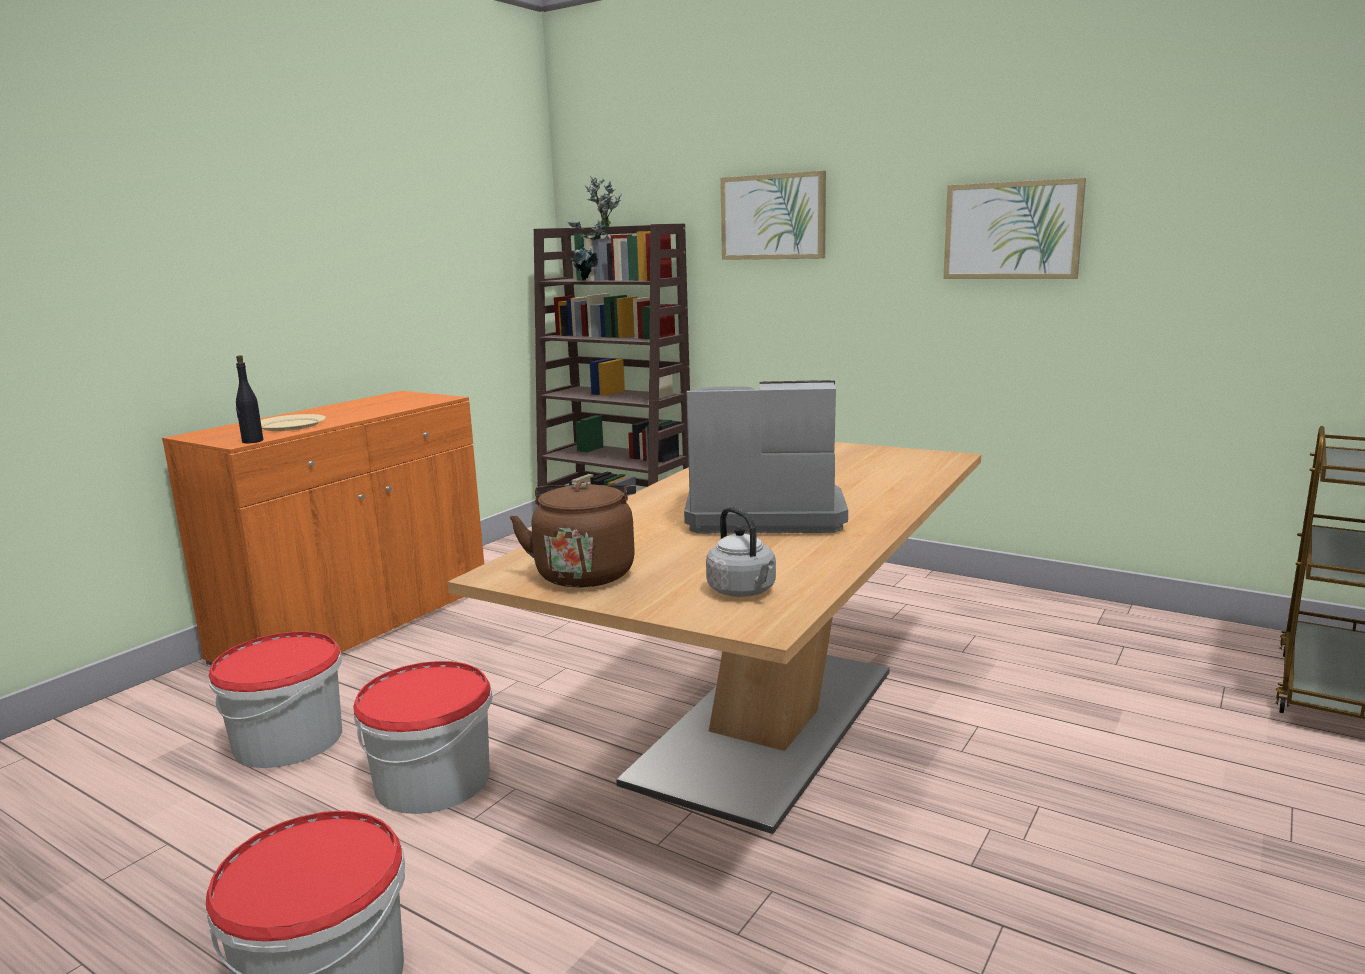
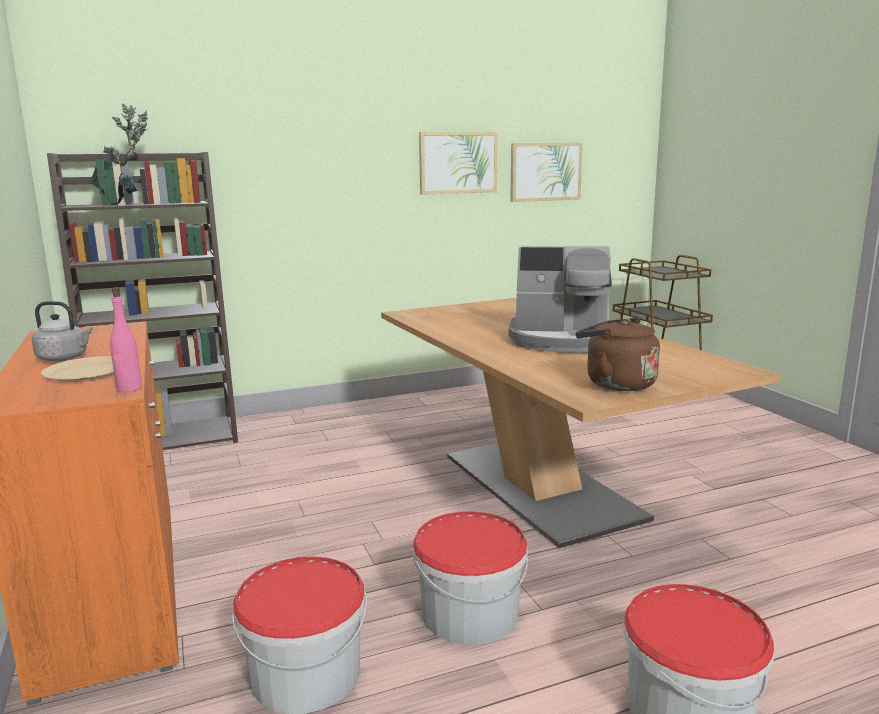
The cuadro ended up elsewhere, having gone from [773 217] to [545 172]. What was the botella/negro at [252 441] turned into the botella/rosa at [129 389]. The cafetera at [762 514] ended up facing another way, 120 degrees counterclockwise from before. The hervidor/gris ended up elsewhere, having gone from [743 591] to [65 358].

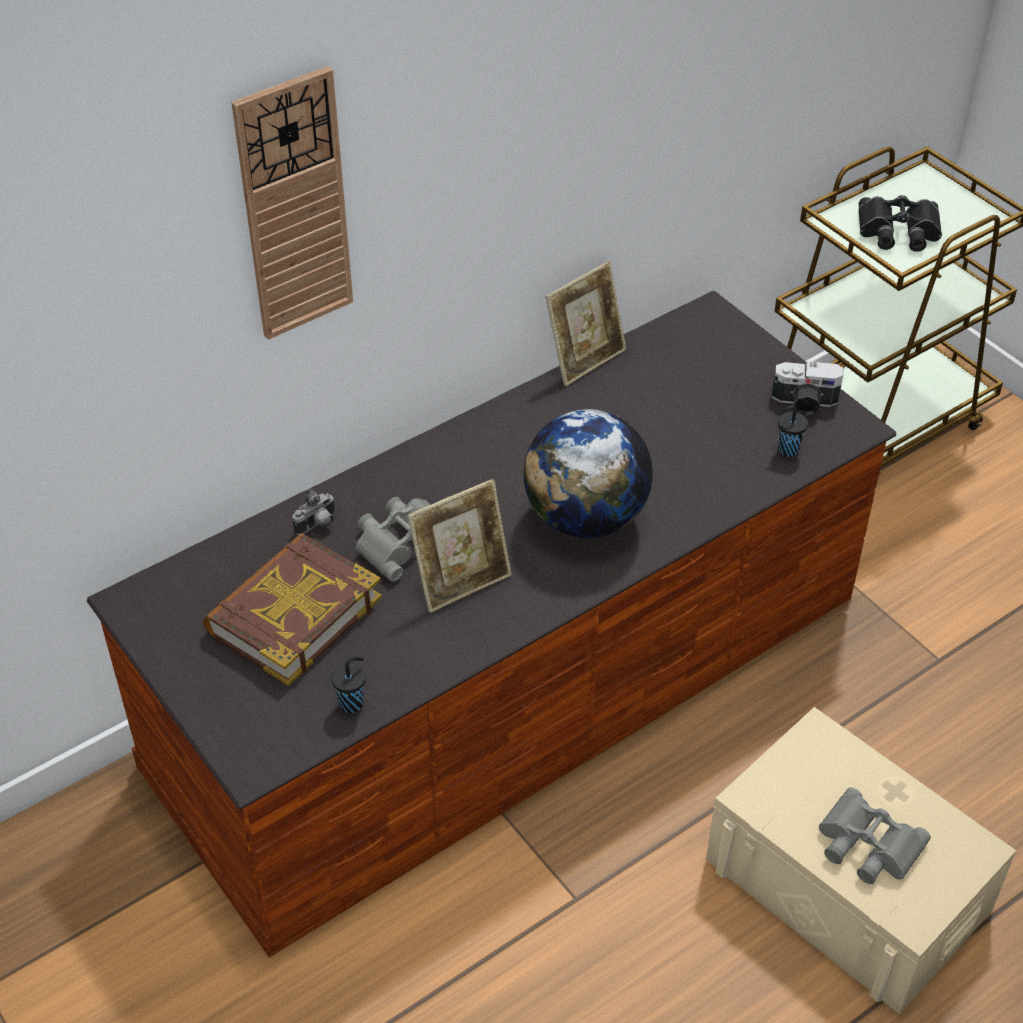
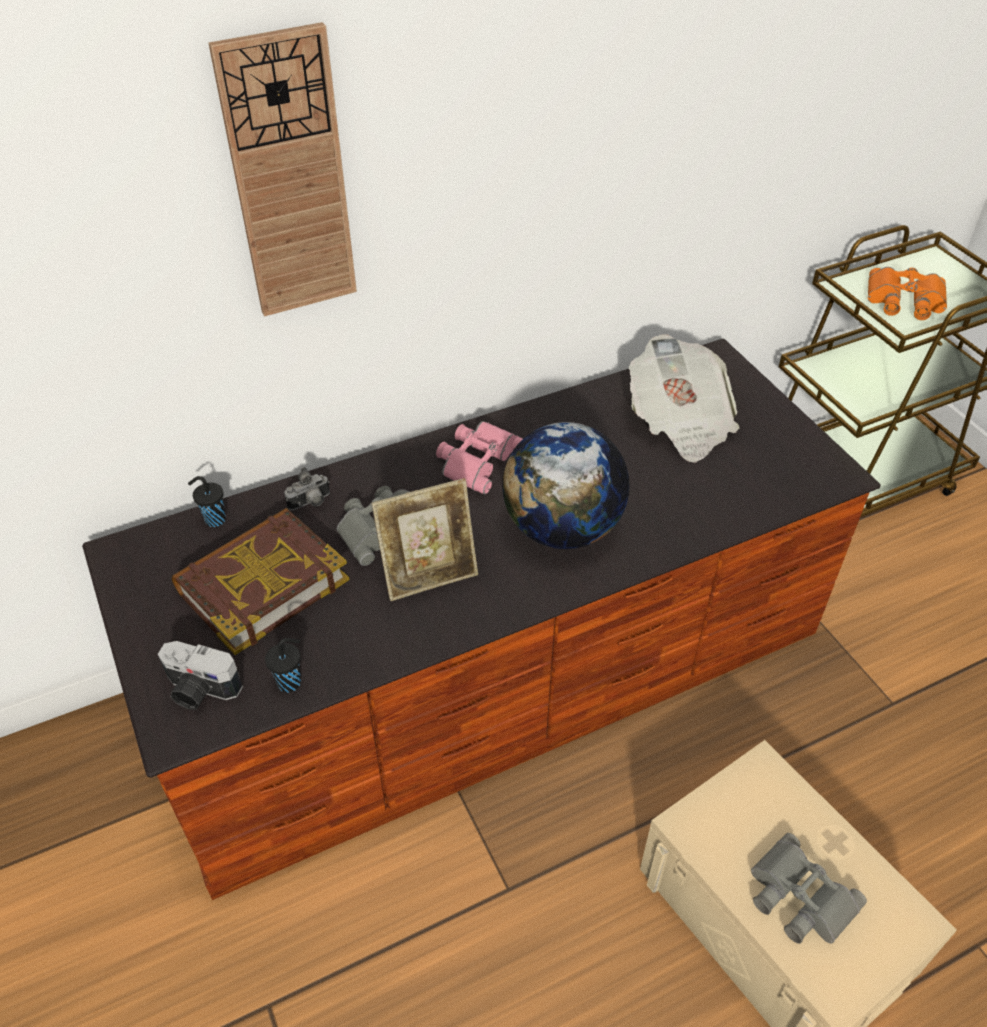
What was the prismáticos/negro at [898 231] turned into the prismáticos/naranja at [904 301]. The second view lost the portarretratos at [585 360]. The cámara ended up elsewhere, having gone from [804 403] to [199 690]. The taza/negro ended up elsewhere, having gone from [786 450] to [214 520]. The second view gained the periódico at [680 422]. The second view gained the prismáticos/rosa at [478 459].

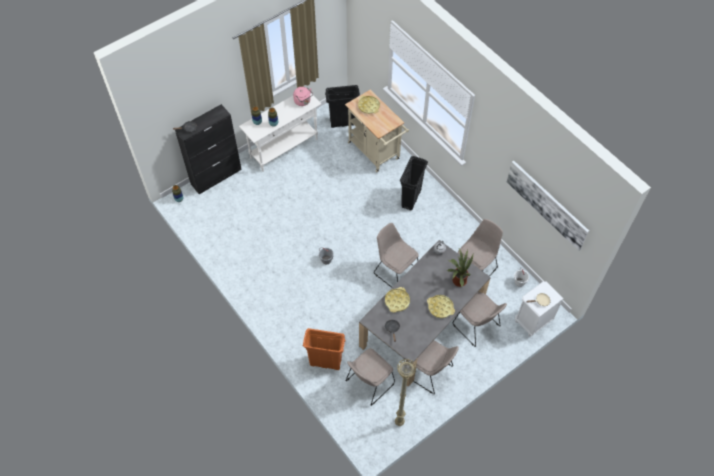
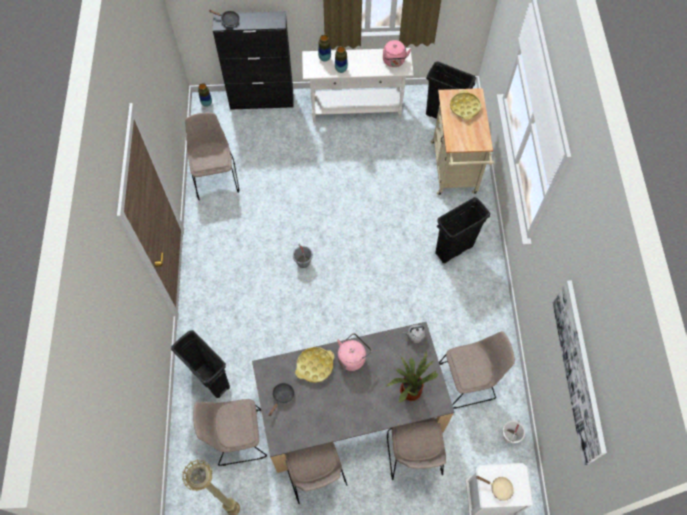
The silla/beis ended up elsewhere, having gone from [395 271] to [215 178]. The second view lost the bandeja/amarillo at [440 307]. What was the papelera/naranja at [325 362] turned into the papelera/negro at [210 379]. The second view gained the hervidor/rosa at [352 357].

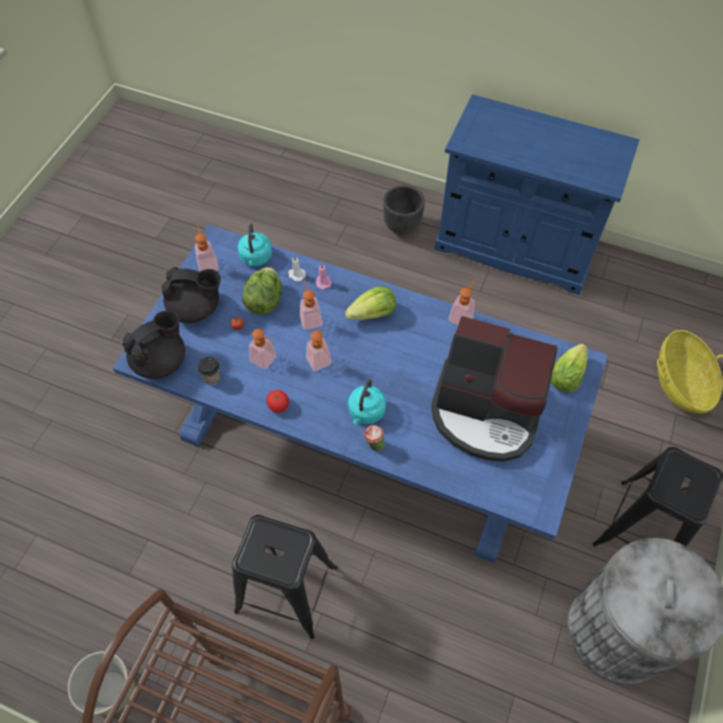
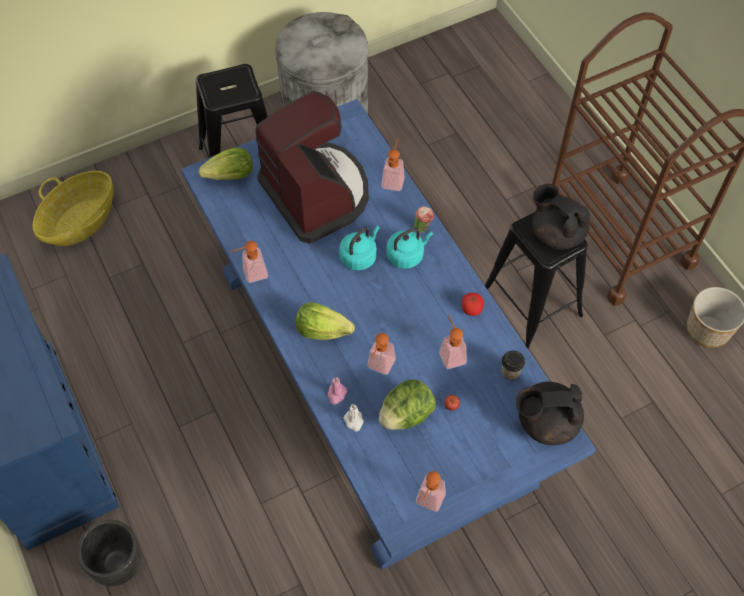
The hervidor/turquesa ended up elsewhere, having gone from [256 258] to [359 256]. The tetera/negro ended up elsewhere, having gone from [196 308] to [556 233]. The dispensador de jabón ended up elsewhere, having gone from [321 364] to [393 179].

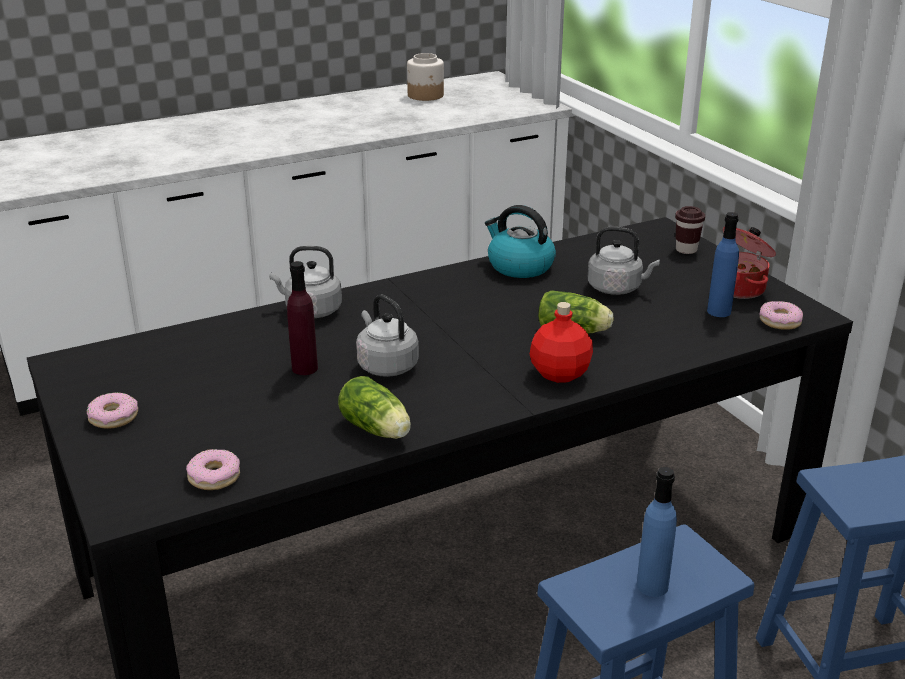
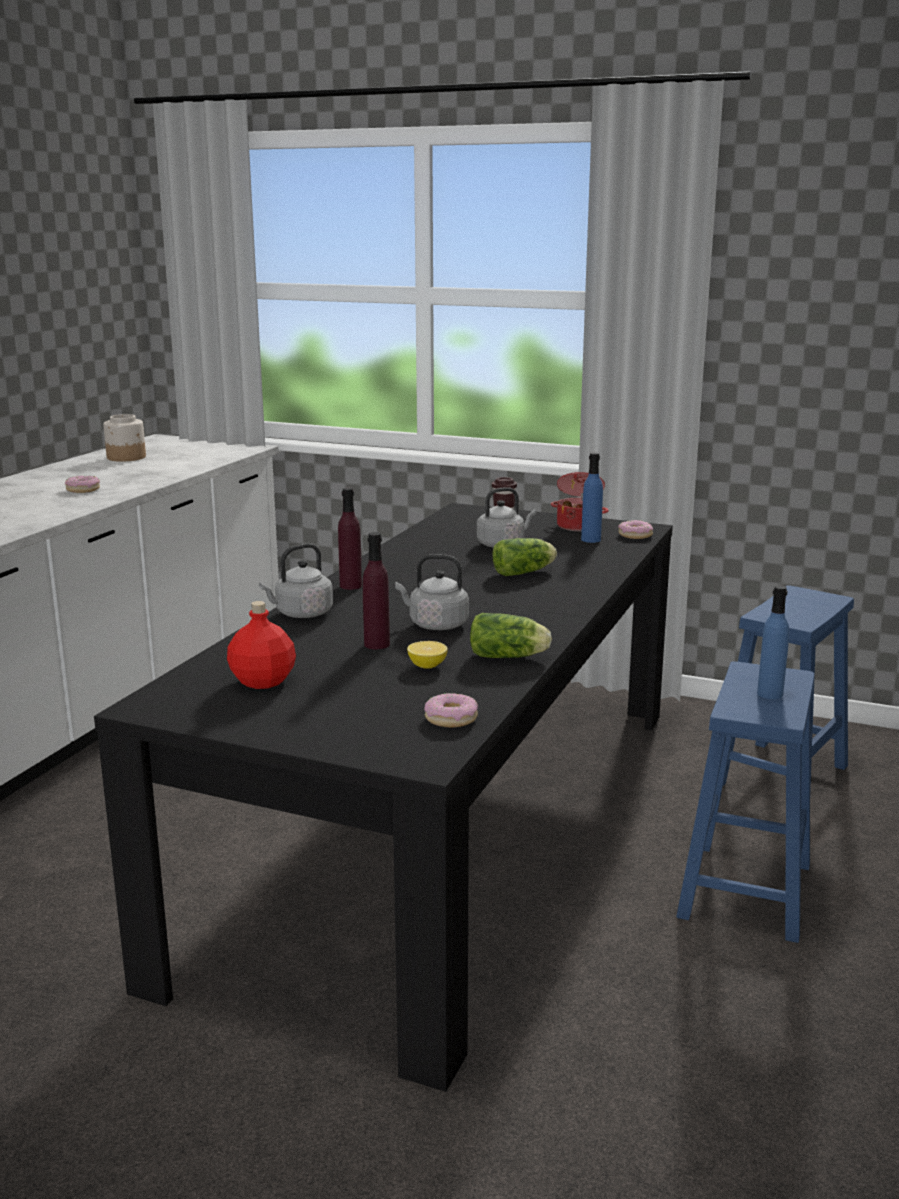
The second view lost the hervidor at [519 266]. The botella/rojo ended up elsewhere, having gone from [559 373] to [262 681]. The rosquilla ended up elsewhere, having gone from [114 417] to [83 489]. The second view gained the botella/morado at [350 586]. The second view gained the limón at [427 666].

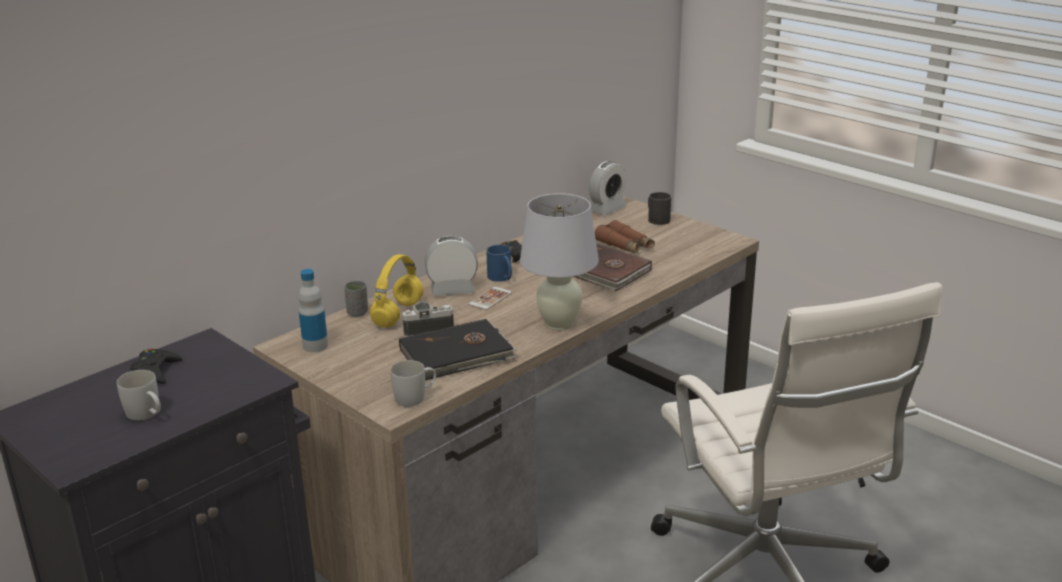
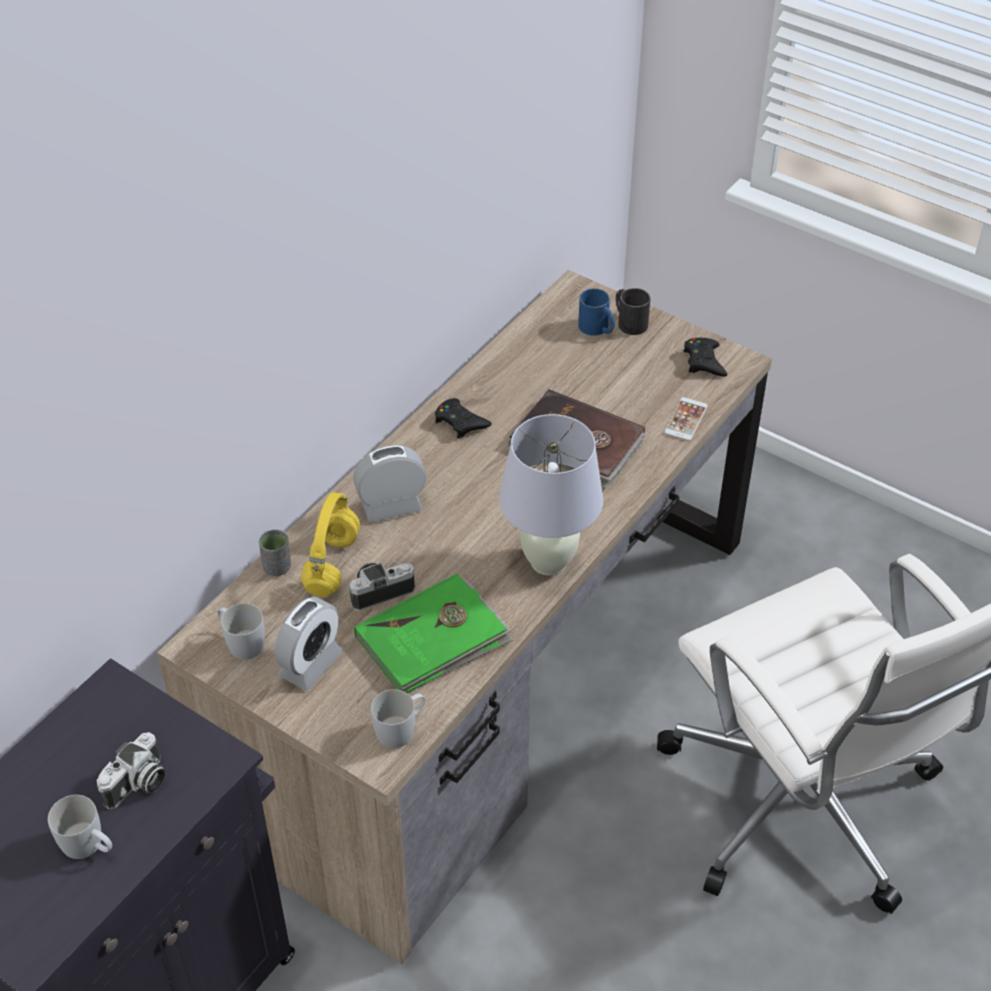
The despertador ended up elsewhere, having gone from [607 209] to [310 664]. The second view lost the prismáticos/marrón at [625 246]. The taza grande/azul ended up elsewhere, having gone from [502 278] to [597 329]. Where the botella stood at [315 346], the taza grande/blanco came to stand at [241 642]. The móvil ended up elsewhere, having gone from [490 299] to [685 420]. What was the libro/negro at [458 354] turned into the libro/verde at [433 639]. The mando de consola/negro ended up elsewhere, having gone from [155 371] to [704 361]. The second view gained the cámara at [138 785].

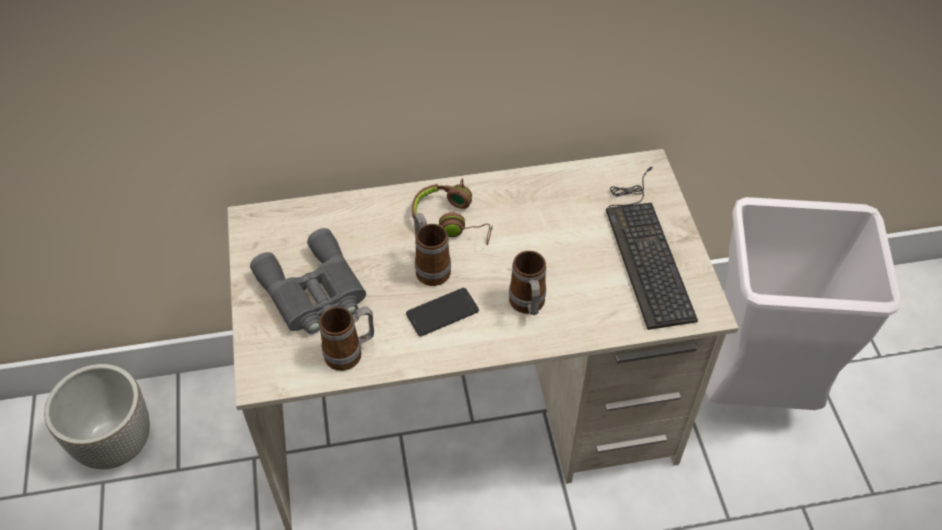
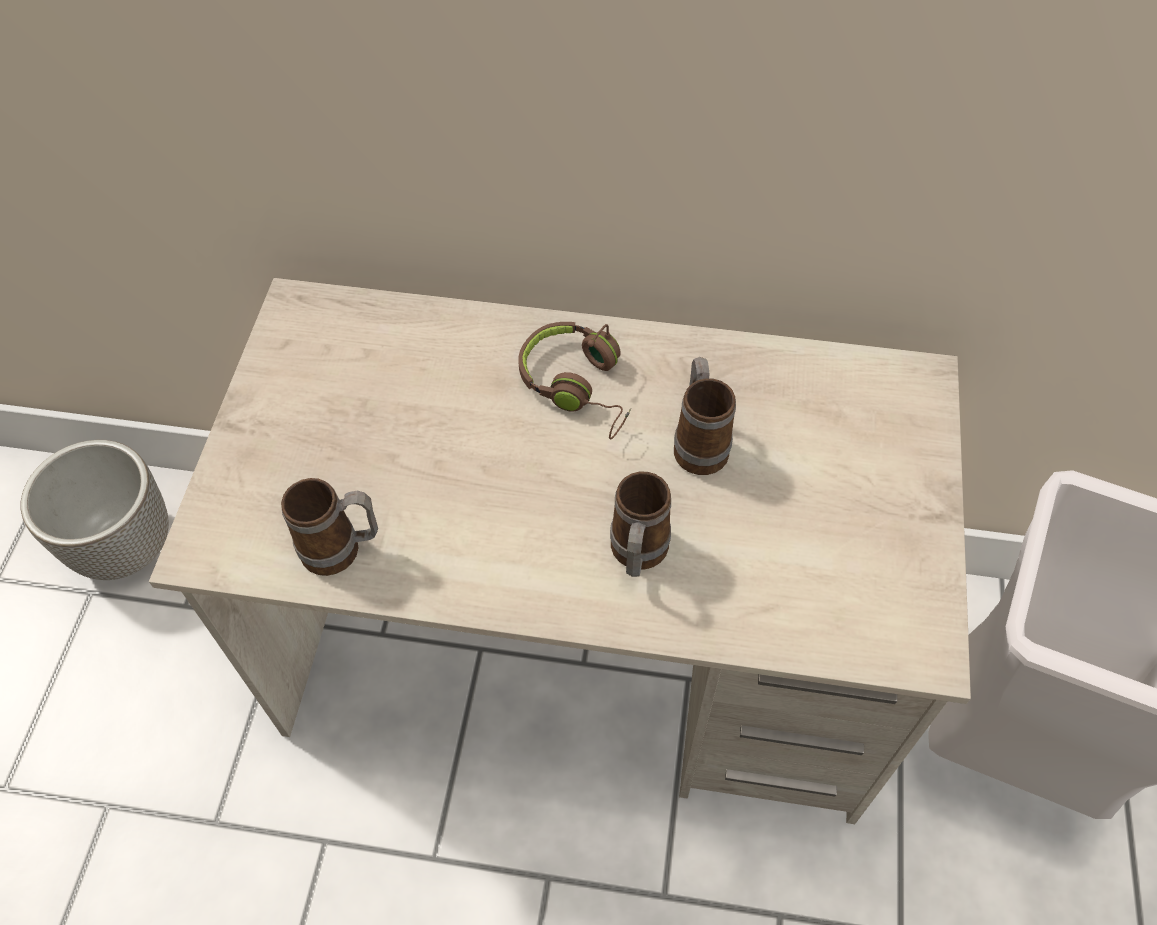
The second view lost the teclado at [646 248]. The taza grande ended up elsewhere, having gone from [430 267] to [699 442]. The second view lost the prismáticos/gris at [313 293]. The second view lost the móvil at [442 312].

